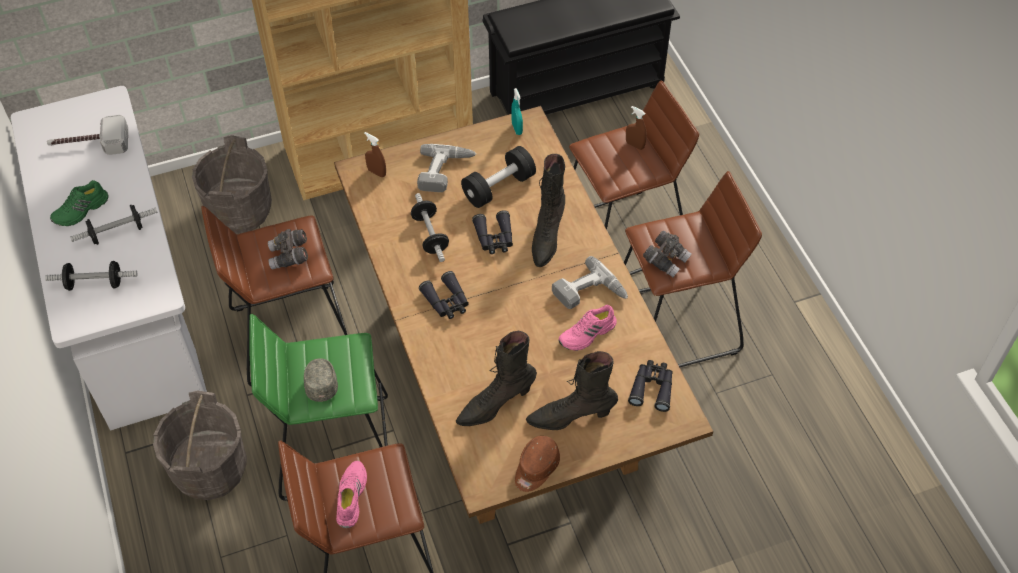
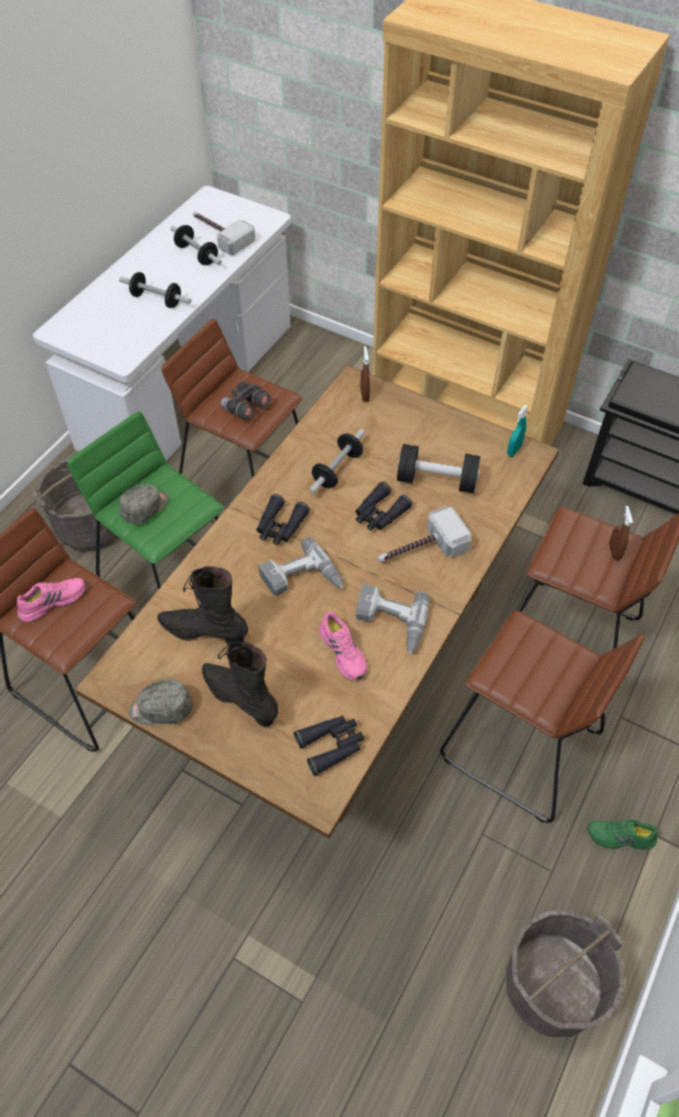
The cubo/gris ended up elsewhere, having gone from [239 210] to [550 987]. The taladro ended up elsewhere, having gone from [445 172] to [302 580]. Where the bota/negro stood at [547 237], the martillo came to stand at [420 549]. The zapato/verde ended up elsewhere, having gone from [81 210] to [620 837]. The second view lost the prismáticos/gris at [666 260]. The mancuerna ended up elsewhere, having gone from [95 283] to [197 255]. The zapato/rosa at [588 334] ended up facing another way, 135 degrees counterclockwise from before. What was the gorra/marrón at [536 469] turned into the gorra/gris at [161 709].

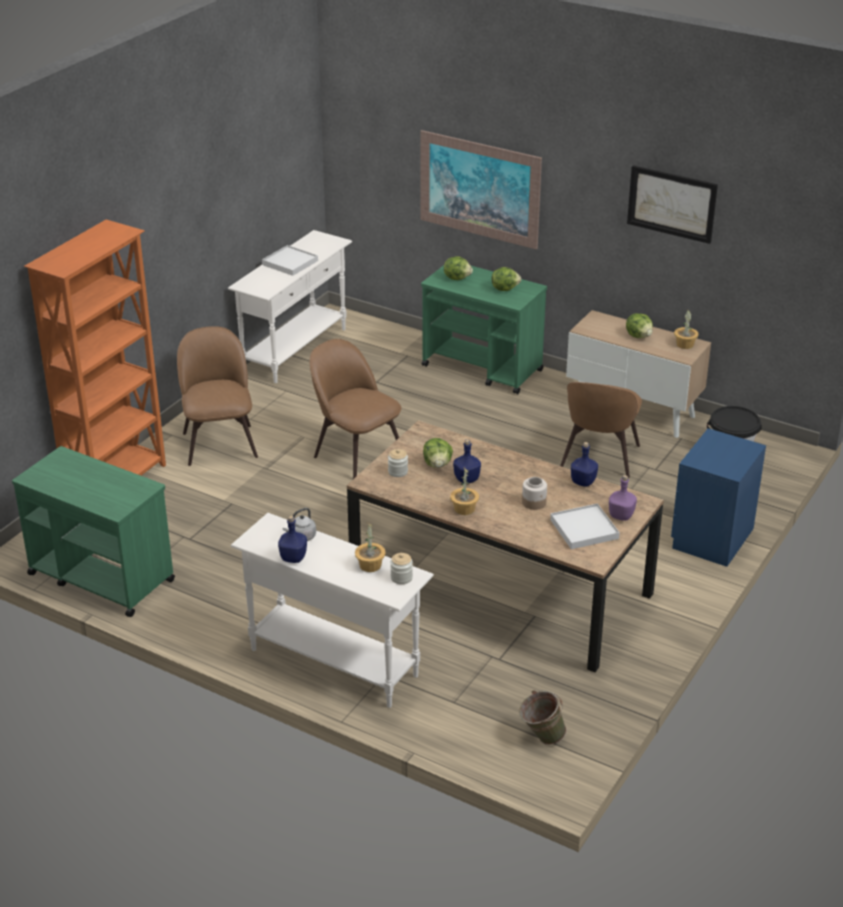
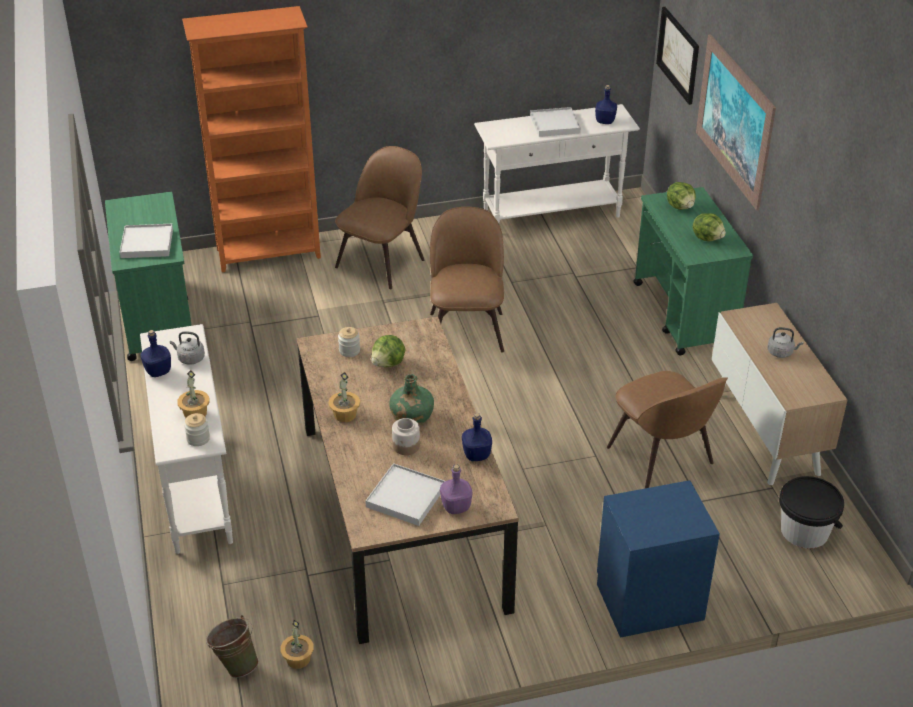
The cuadro ended up elsewhere, having gone from [672 203] to [678 54]. The planta en maceta ended up elsewhere, having gone from [684 344] to [297 659]. Where the lechuga stood at [639 336], the hervidor/gris came to stand at [781 352]. The silla/marrón at [599 458] ended up facing another way, 90 degrees counterclockwise from before. The botella/azul ended up elsewhere, having gone from [466 479] to [605 121]. The second view gained the bandeja/blanco at [147 243]. The second view gained the botella/verde at [411 416].

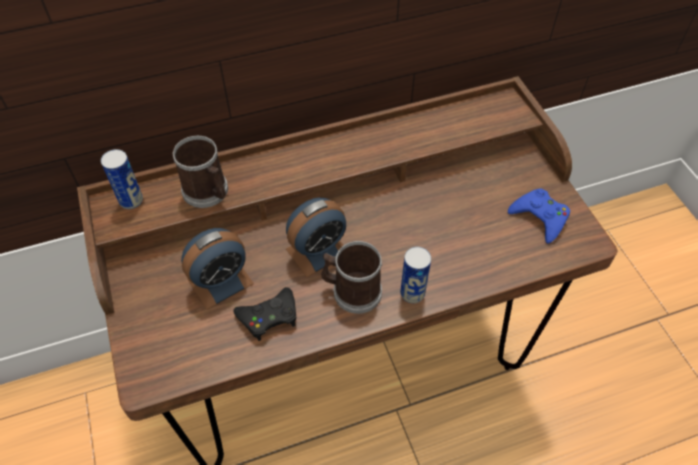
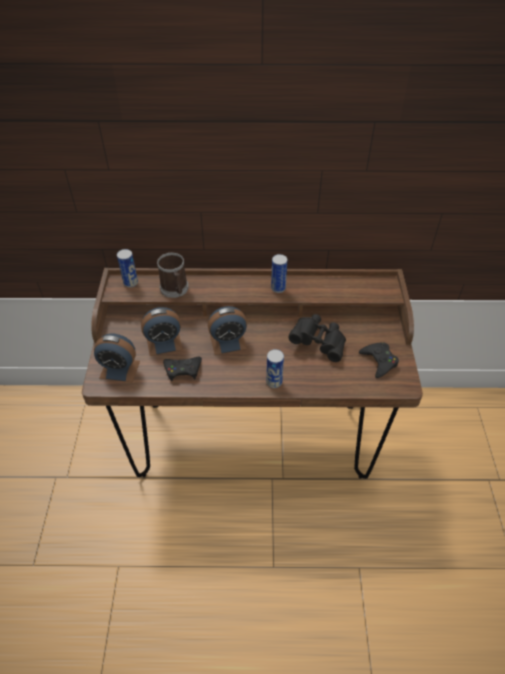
What was the mando de consola/azul at [540 217] turned into the mando de consola/negro at [379 361]. The second view lost the taza grande at [351 291]. The second view gained the lata at [278 288]. The second view gained the prismáticos/negro at [319 343]. The second view gained the despertador at [120 369].

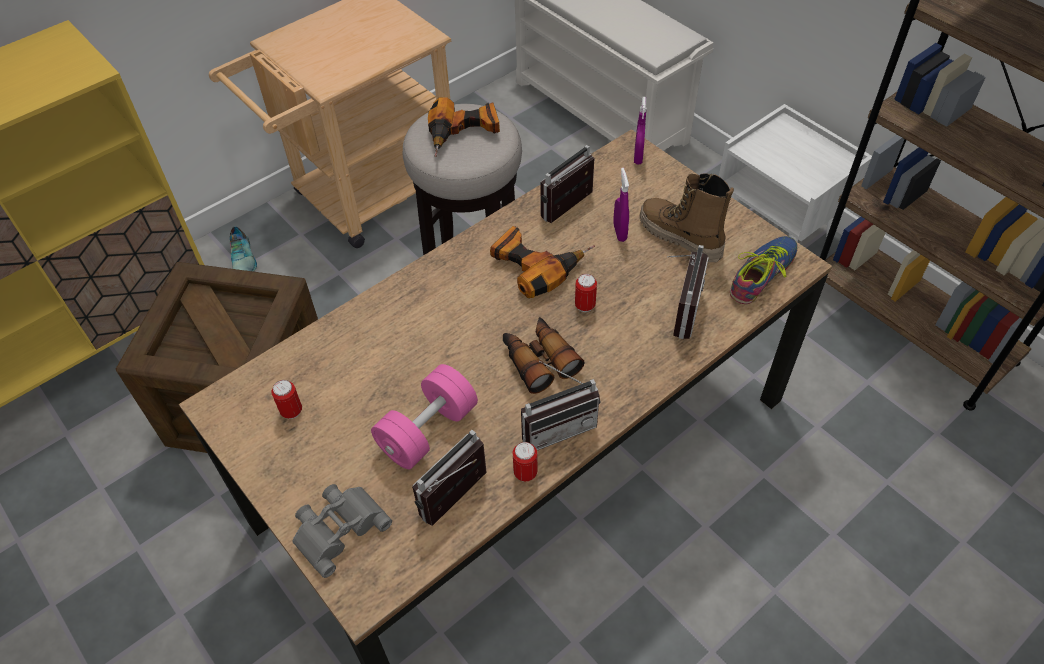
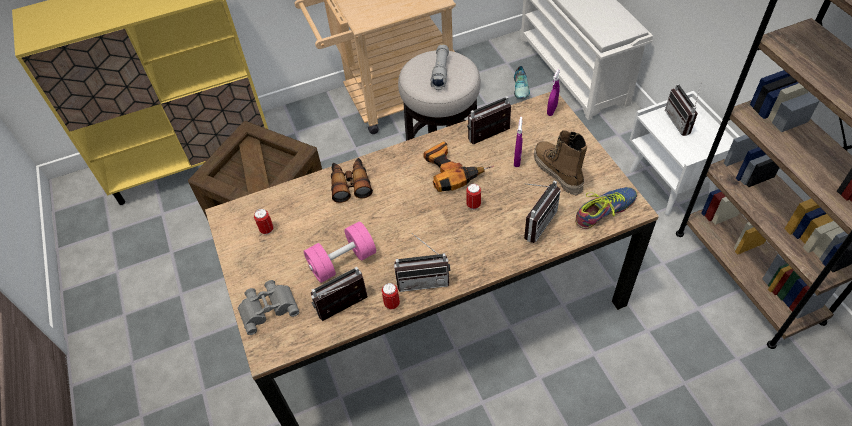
Where the taladro stood at [464 134], the linterna/gris came to stand at [440 72]. The zapato ended up elsewhere, having gone from [244 258] to [521 87]. The prismáticos ended up elsewhere, having gone from [539 360] to [350 184]. The second view gained the radio at [682 122].

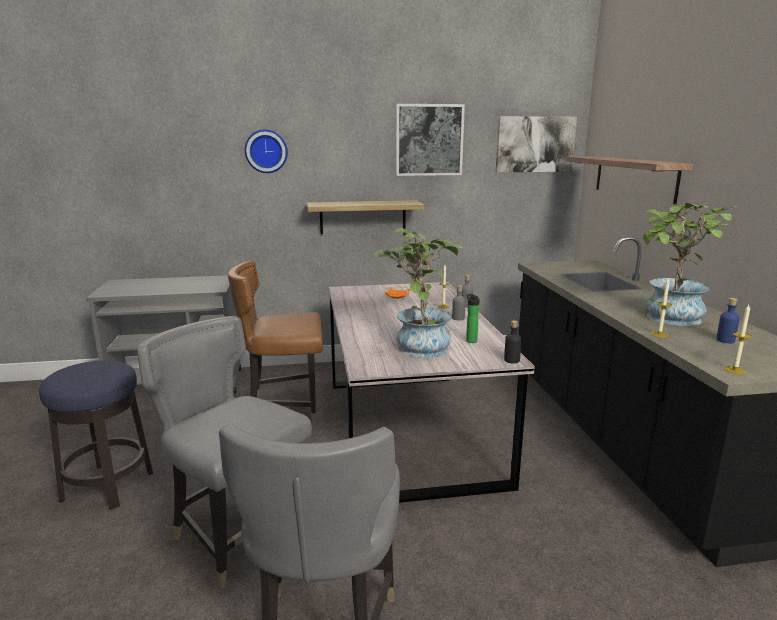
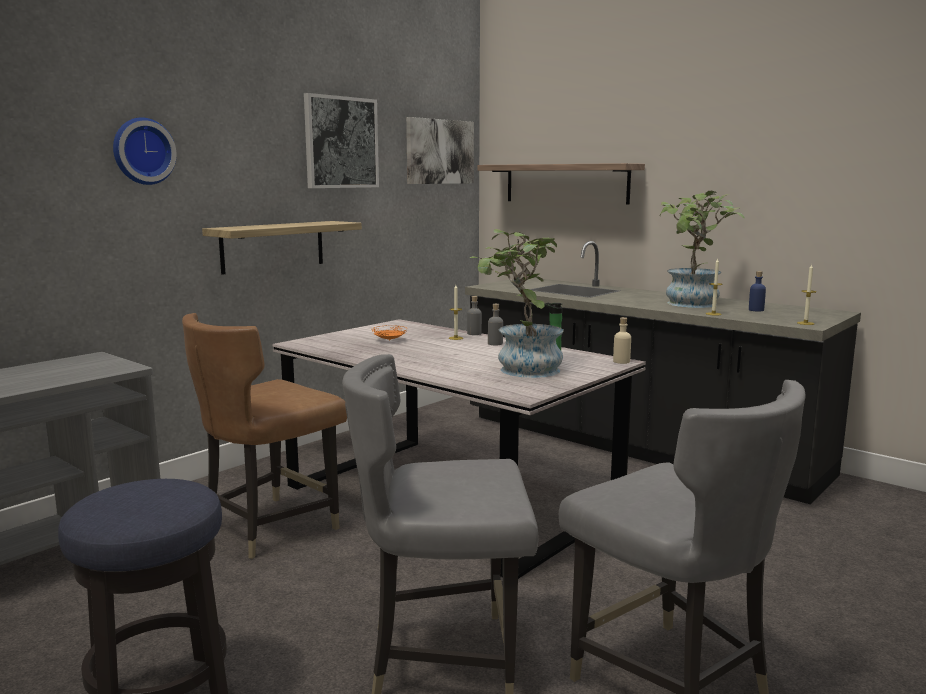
What was the botella/negro at [511 360] turned into the botella/beis at [621 361].

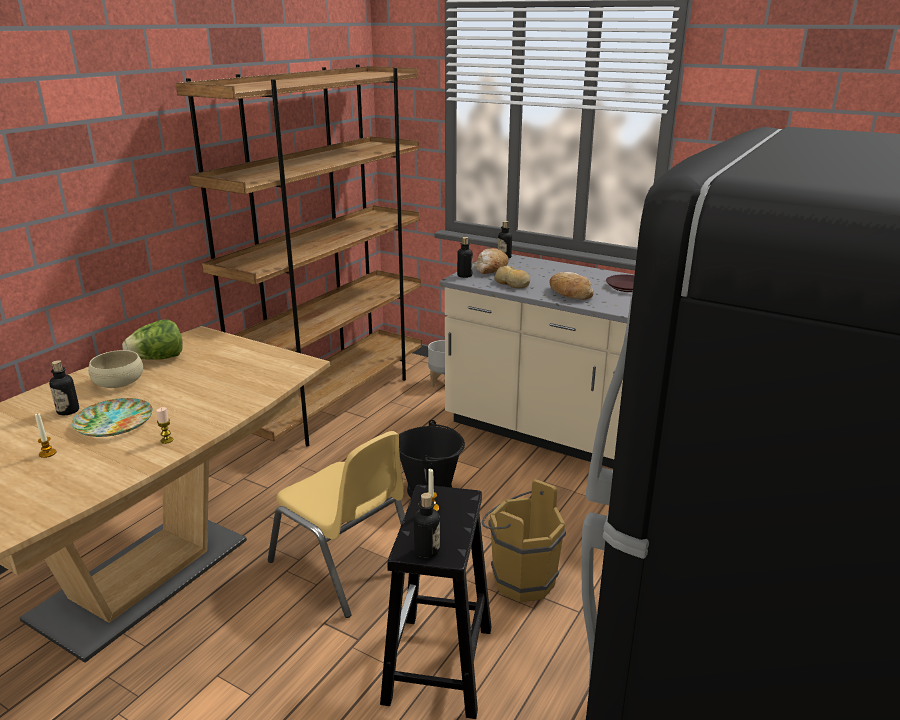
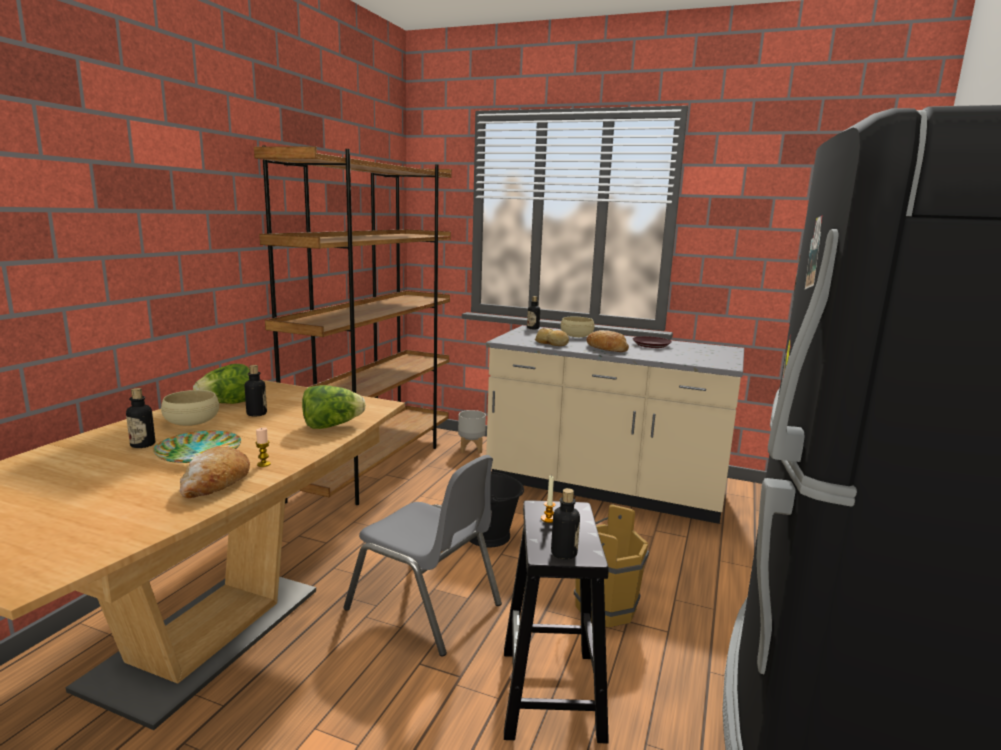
The botella ended up elsewhere, having gone from [464 275] to [256 414]. The pan ended up elsewhere, having gone from [490 269] to [215 484]. The second view lost the vela at [47 453]. What was the silla/amarillo at [344 565] turned into the silla/gris at [425 607]. The second view gained the cuenco/beis at [576 335]. The second view gained the lechuga at [331 426].

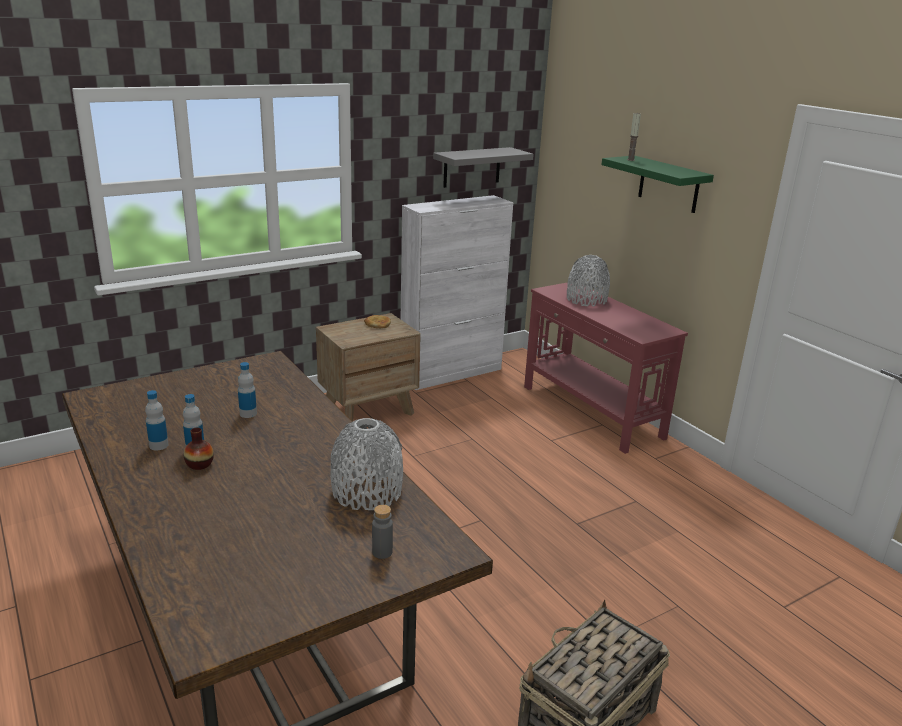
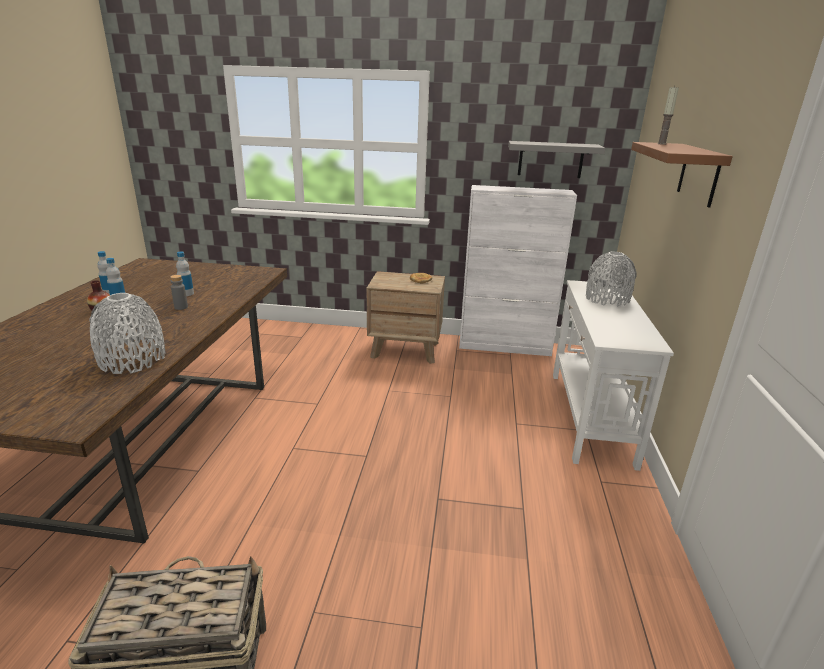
What was the estante/verde at [668 184] turned into the estante/marrón at [699 174]. What was the mesa consola/rojo at [591 412] turned into the mesa consola/blanco at [589 416]. The botella/gris ended up elsewhere, having gone from [382 552] to [181 307].

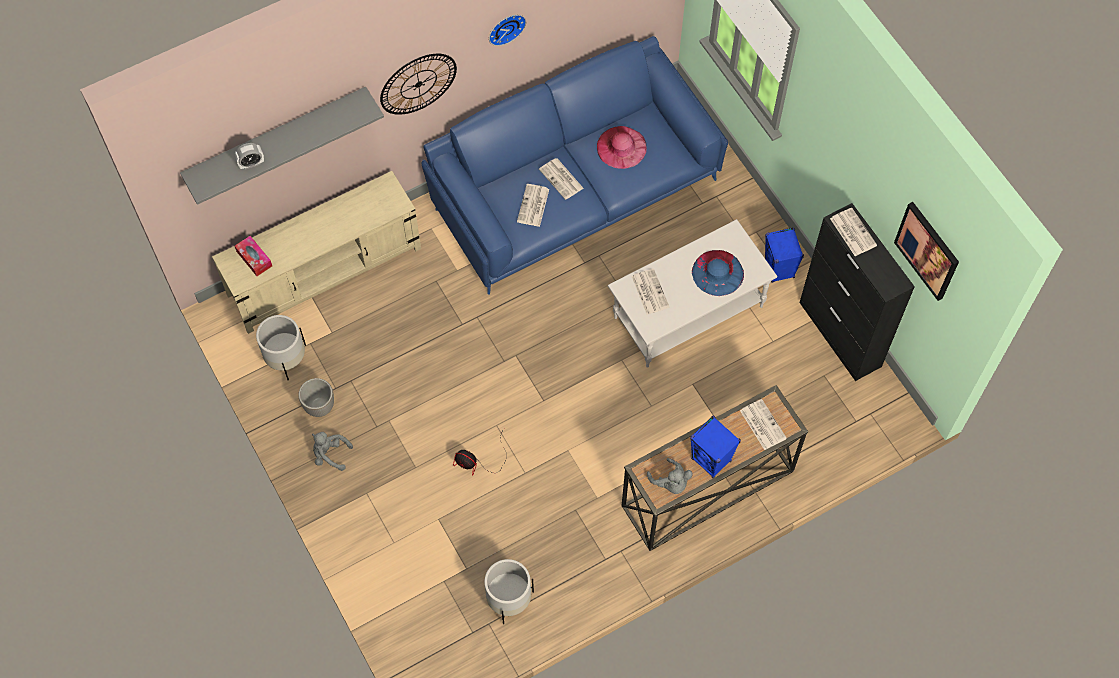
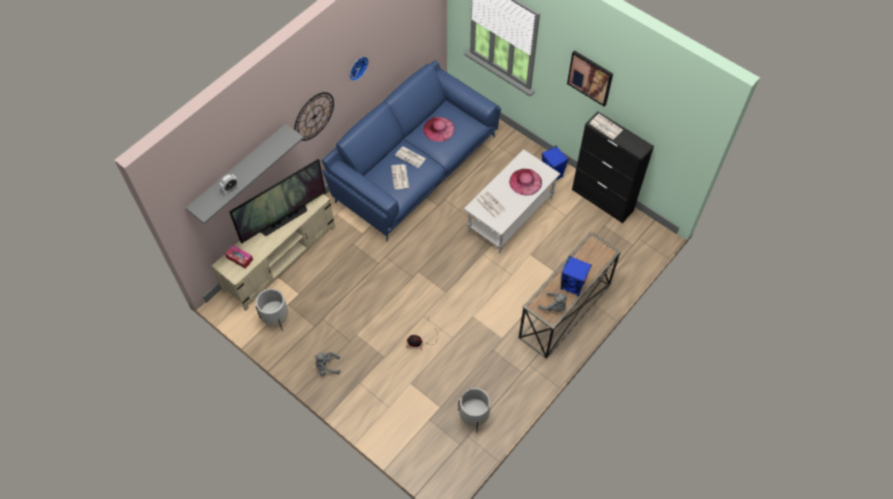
The cuadro ended up elsewhere, having gone from [927 250] to [590 77]. What was the sombrero/azul at [717 272] turned into the sombrero/rosa at [525 182]. The second view lost the maceta at [320 406]. The second view lost the periódico at [762 424]. The second view gained the televisor at [284 219].

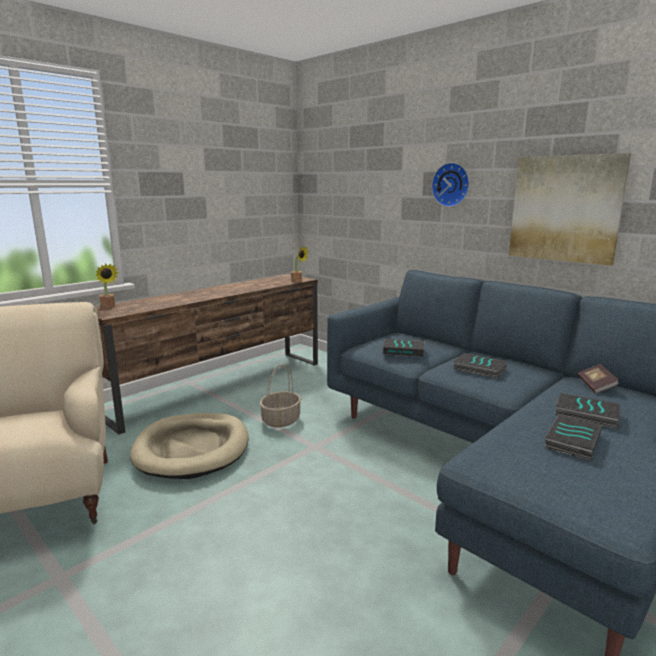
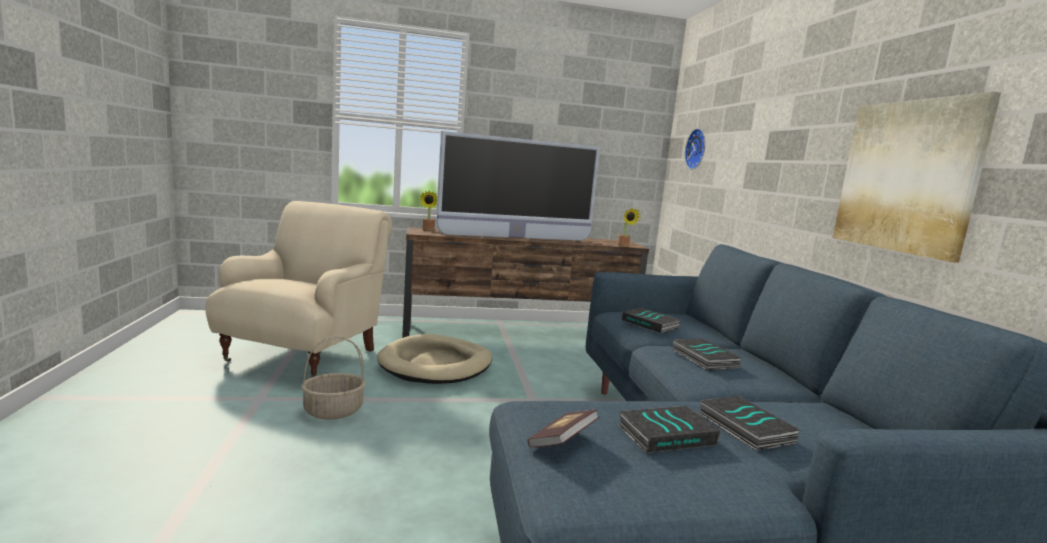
The reloj de pared ended up elsewhere, having gone from [451 185] to [697 149]. The cesta ended up elsewhere, having gone from [281 420] to [334 410]. The libro ended up elsewhere, having gone from [596 386] to [562 442]. The second view gained the televisor at [515 237].

